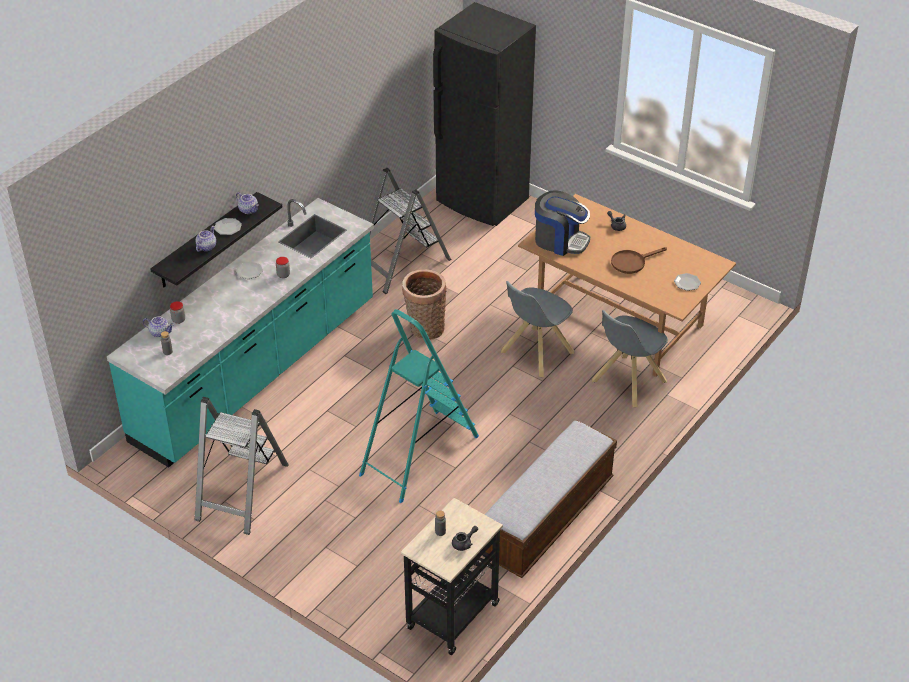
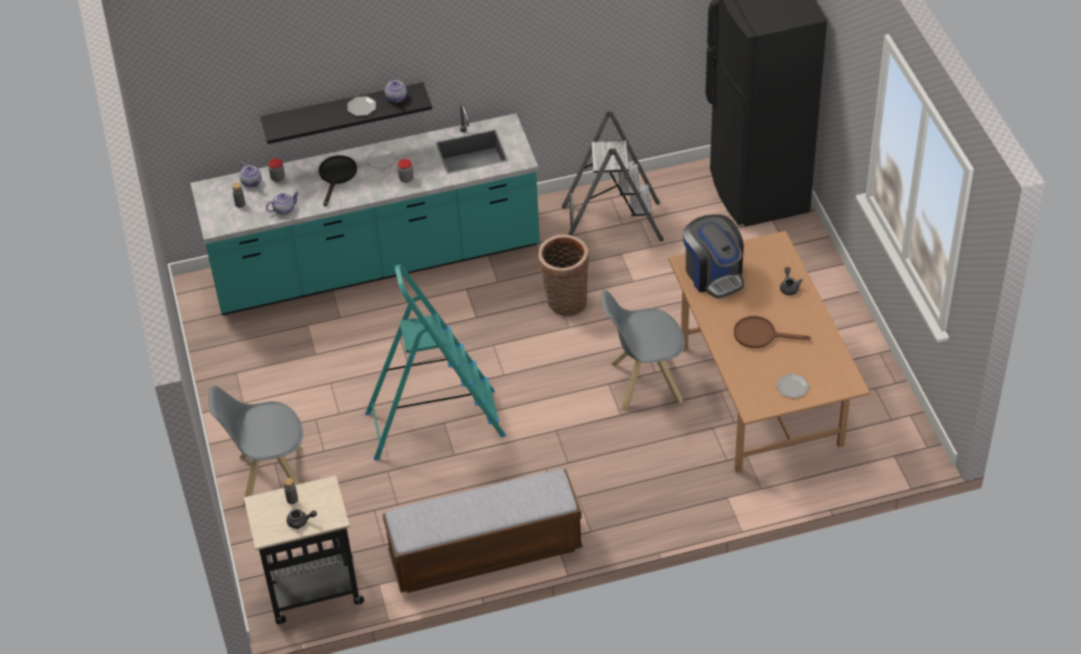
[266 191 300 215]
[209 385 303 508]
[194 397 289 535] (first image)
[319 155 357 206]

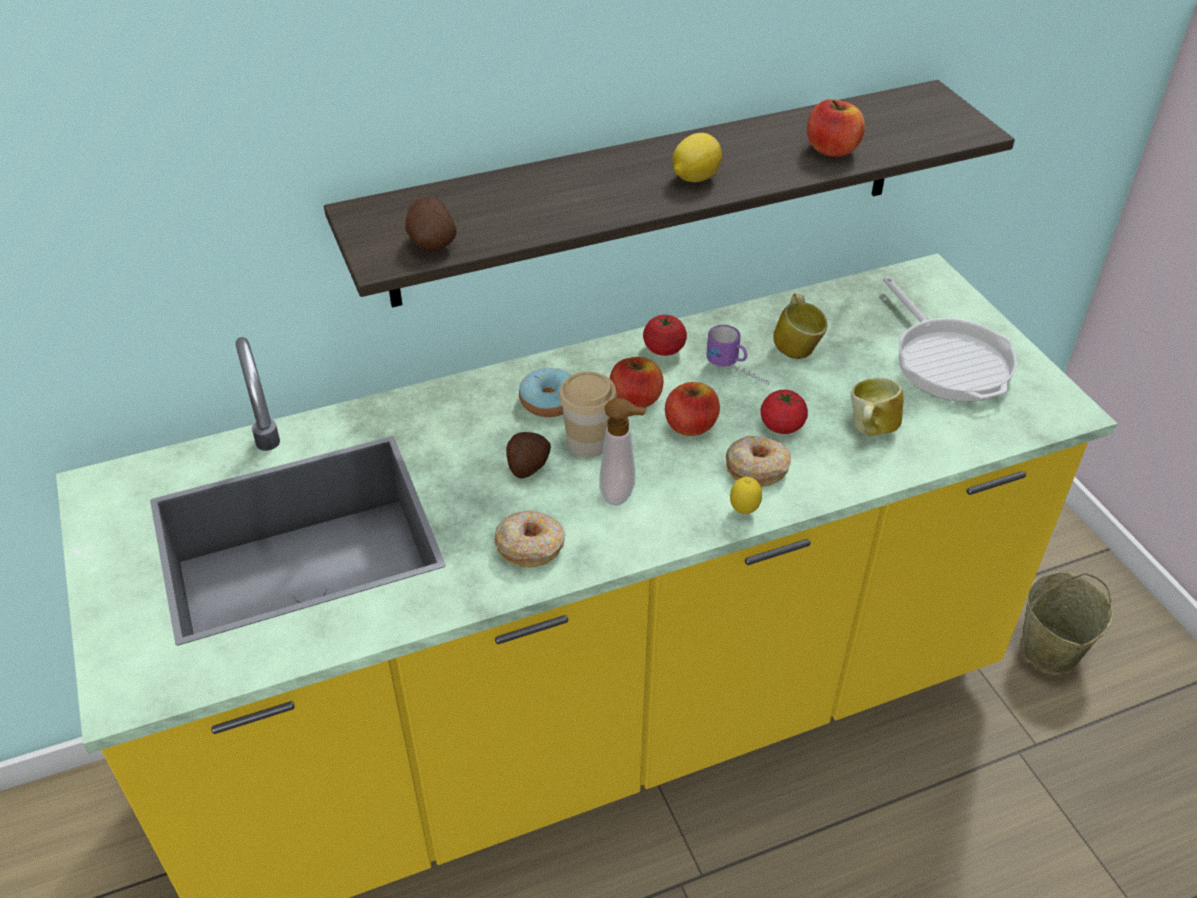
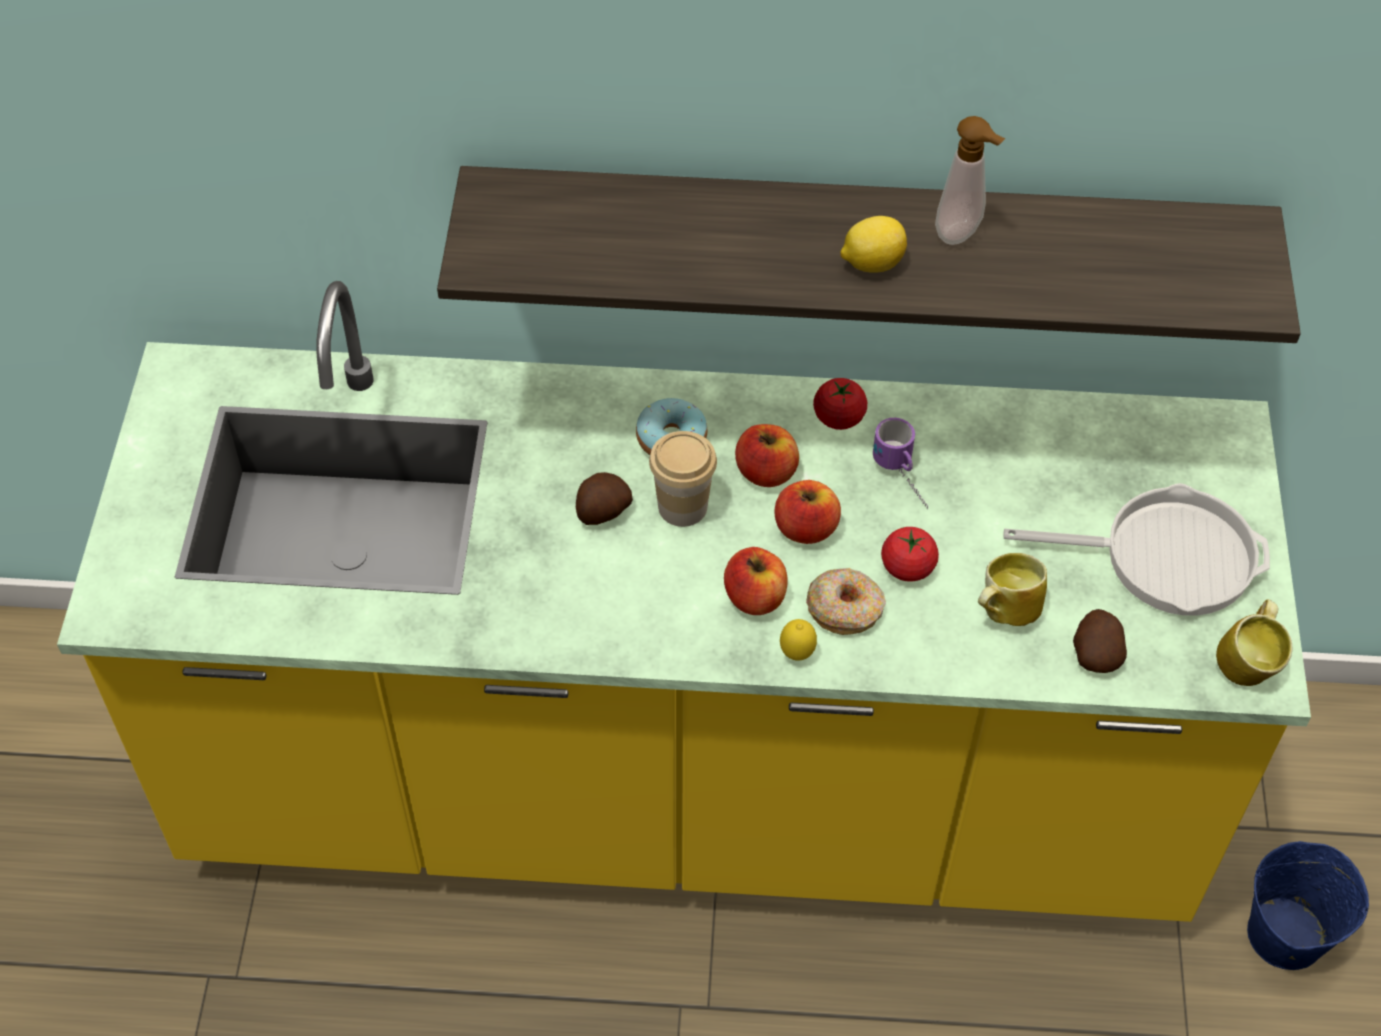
[724 547 787 615]
[1073 609 1127 673]
[1003 483 1270 616]
[1216 599 1292 686]
[935 116 1005 245]
[494 510 566 568] (first image)
[1247 841 1369 970]

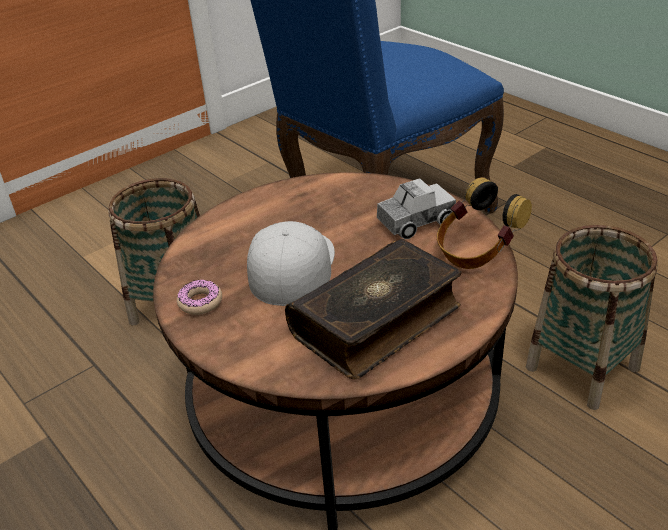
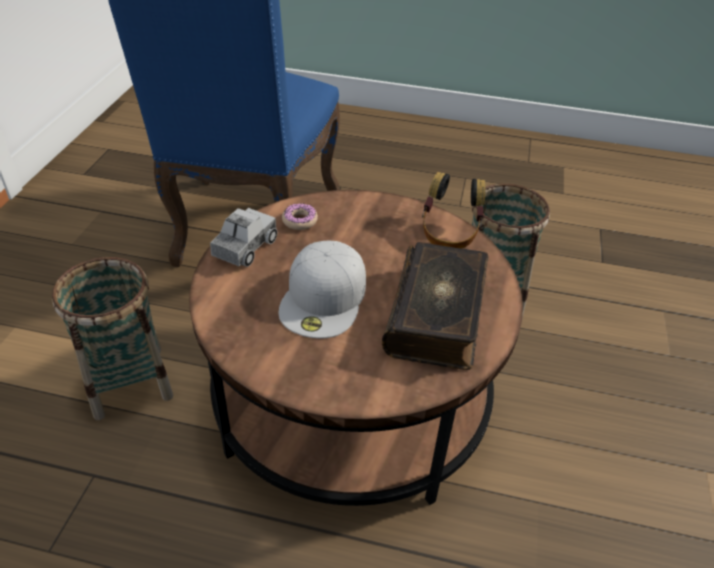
[210 208 277 267]
[279 240 366 338]
[282 203 318 230]

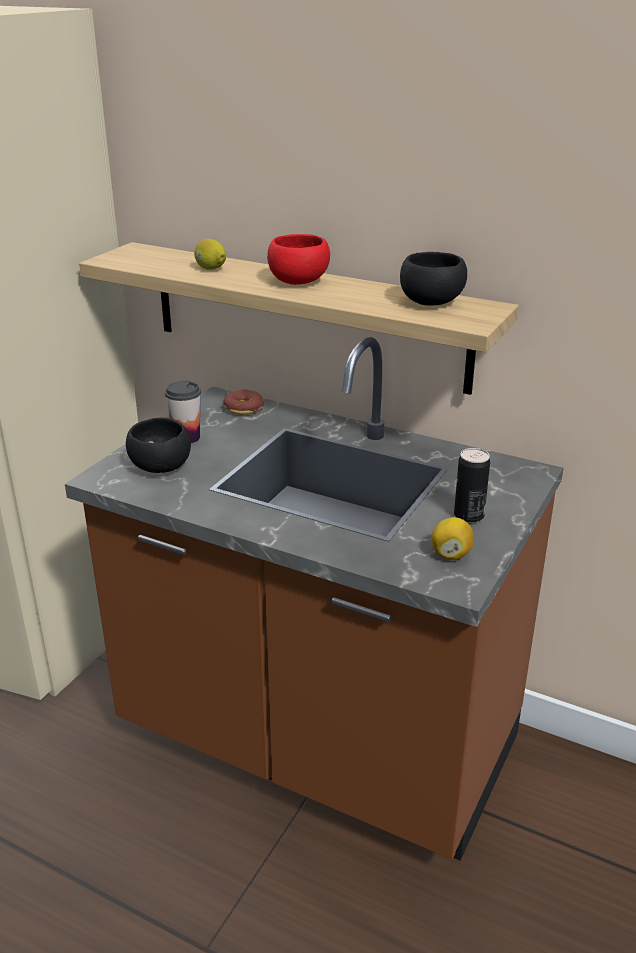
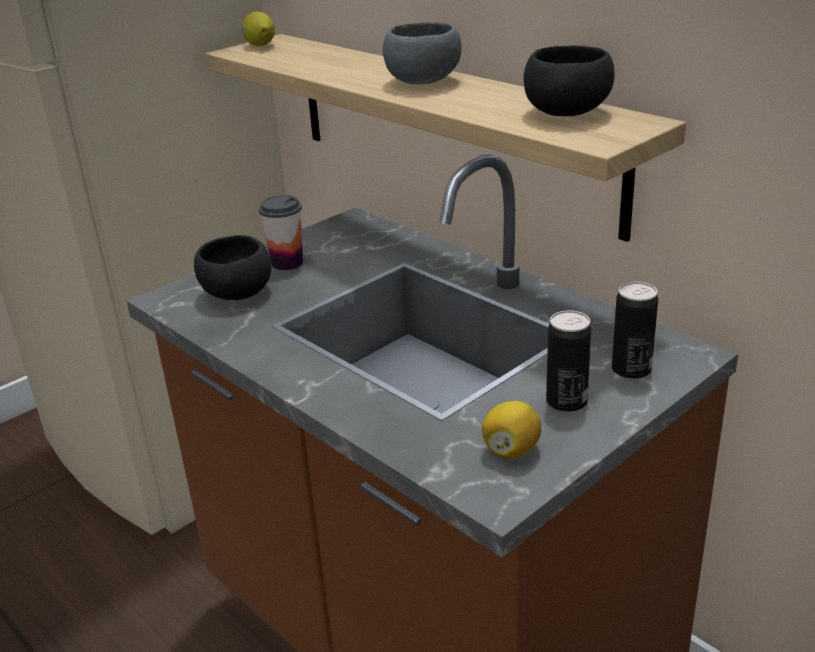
[383 22 462 85]
[242 12 275 46]
[224 389 264 415] (first image)
[612 282 658 379]

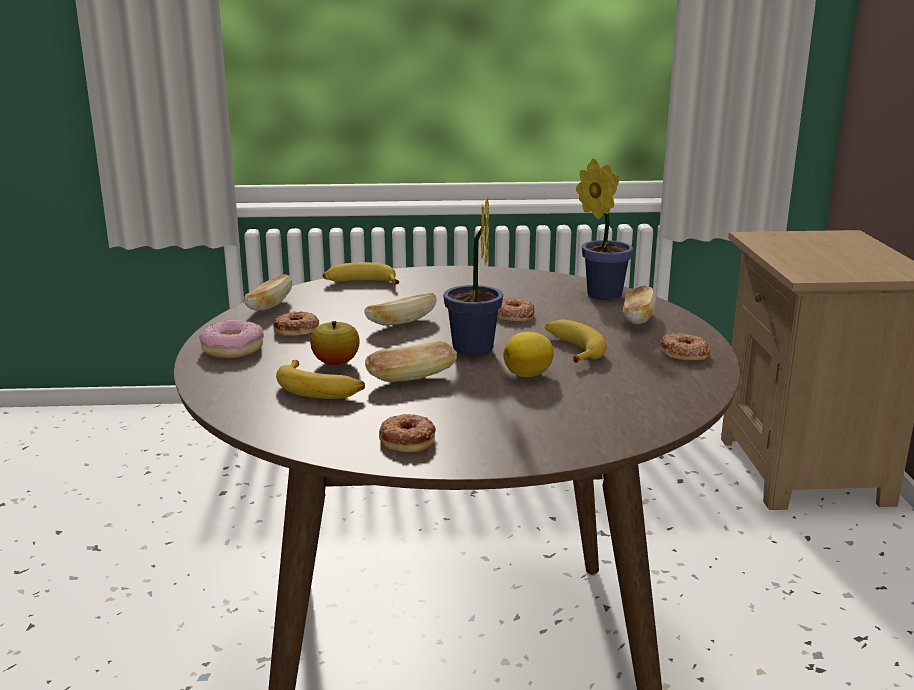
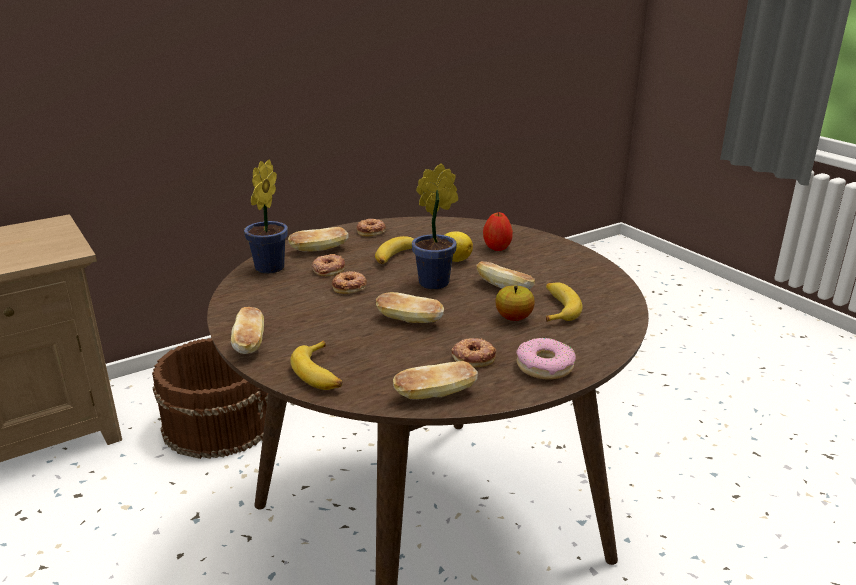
[312 254 345 276]
[483 212 513 251]
[231 307 264 354]
[152 338 268 459]

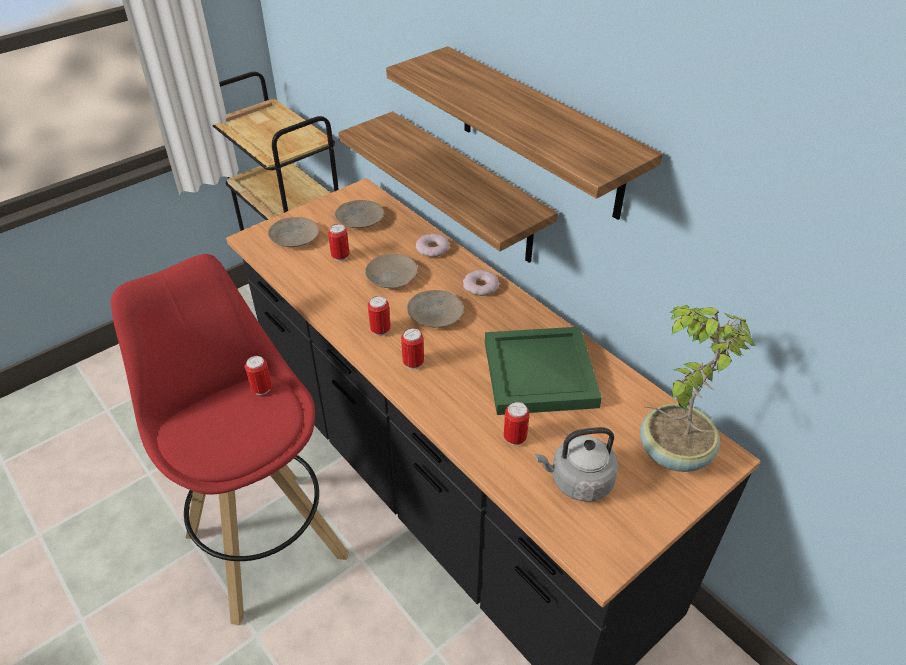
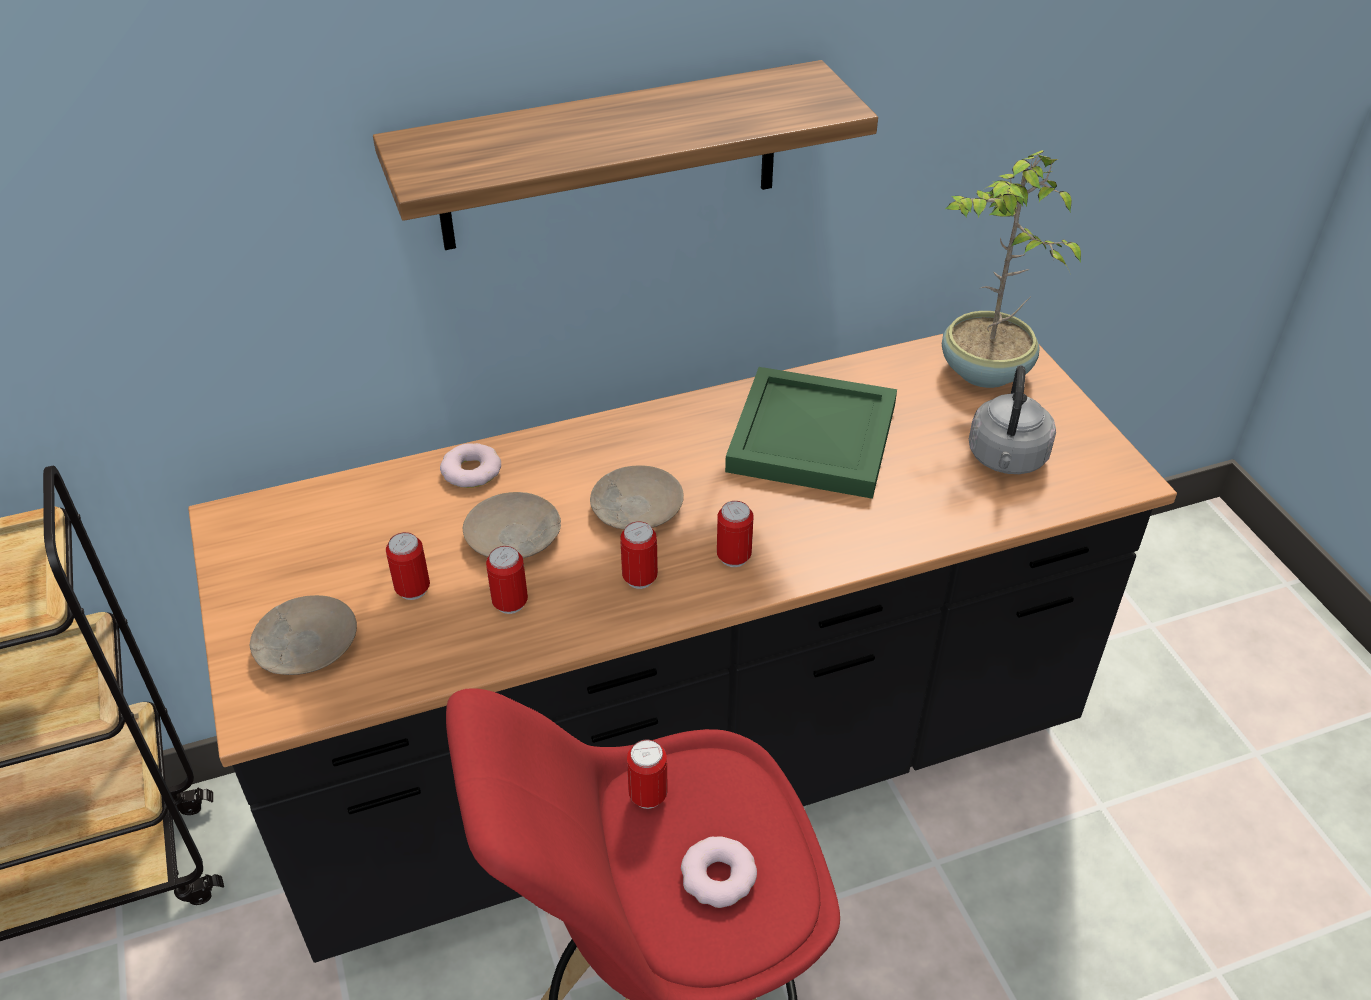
[338 111 558 263] (first image)
[335 200 384 228] (first image)
[681 836 757 908]
[486 546 528 614]

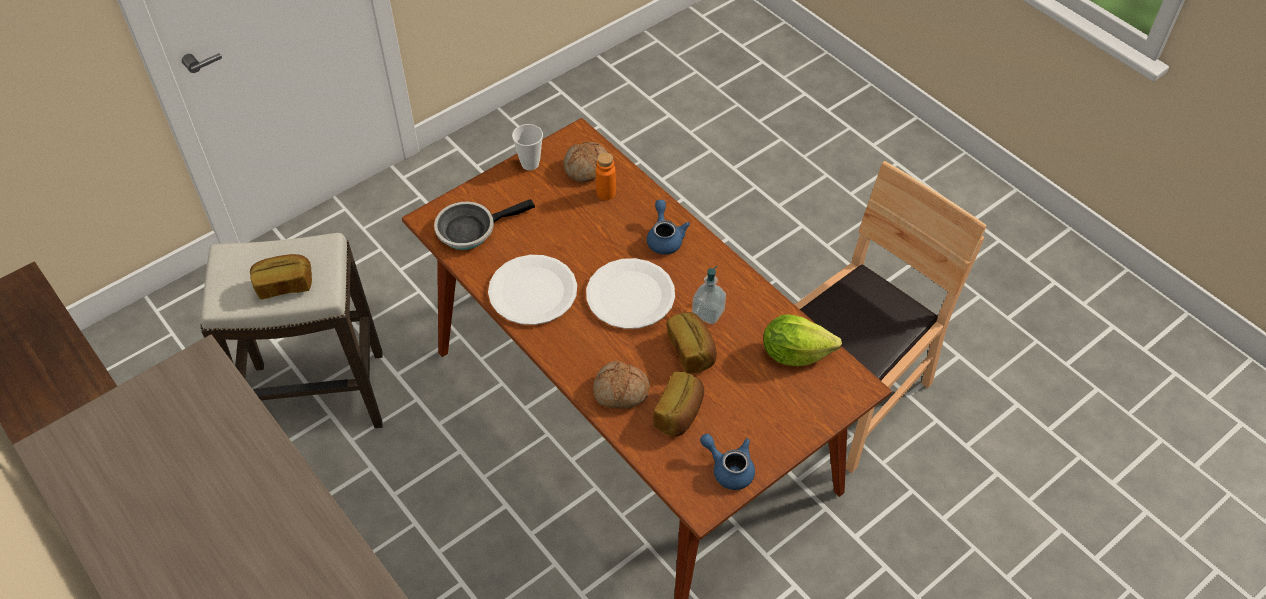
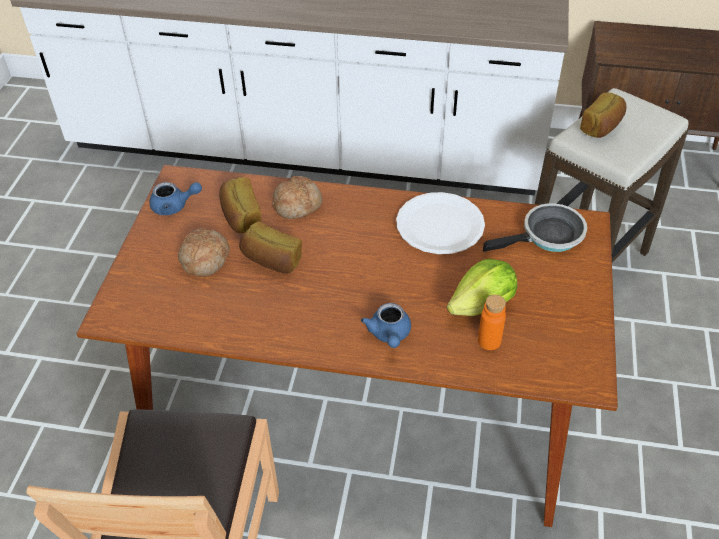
[512 124 543 170] (first image)
[178 228 230 277]
[483 203 587 252]
[361 303 411 348]
[586 258 675 329] (first image)
[692 266 726 324] (first image)
[447 259 517 316]

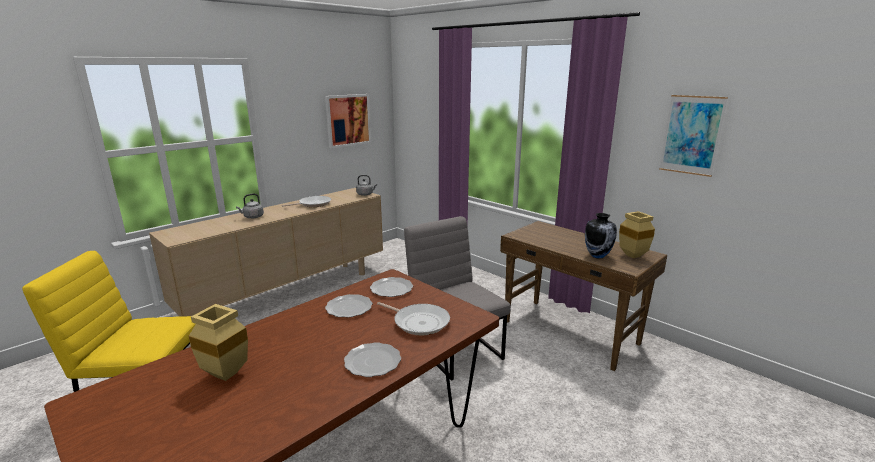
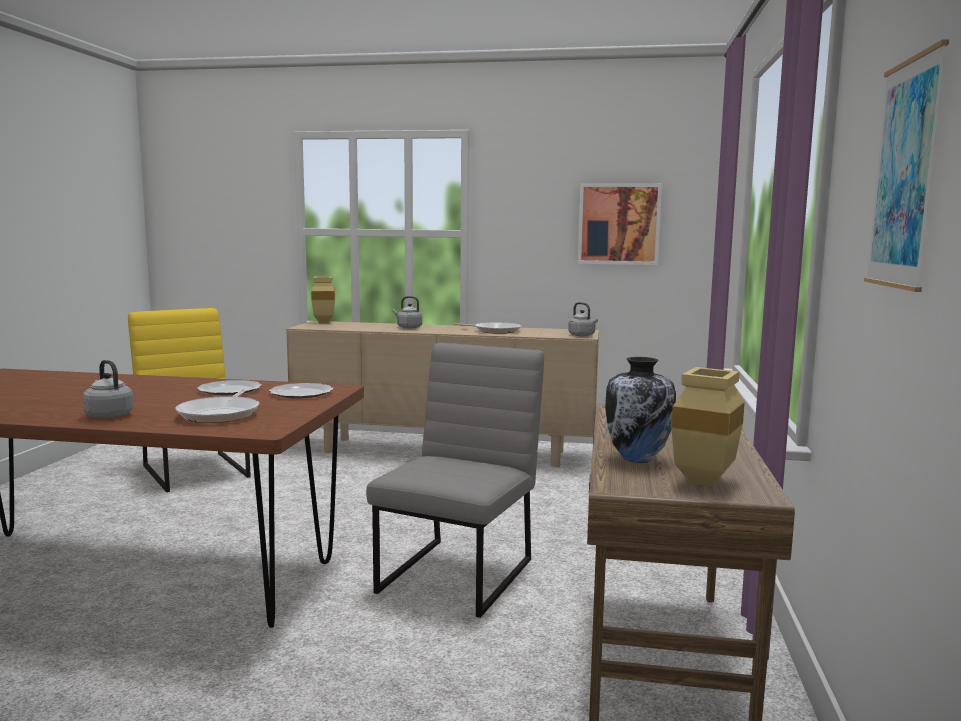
[311 276 335 323]
[83 360 134 418]

